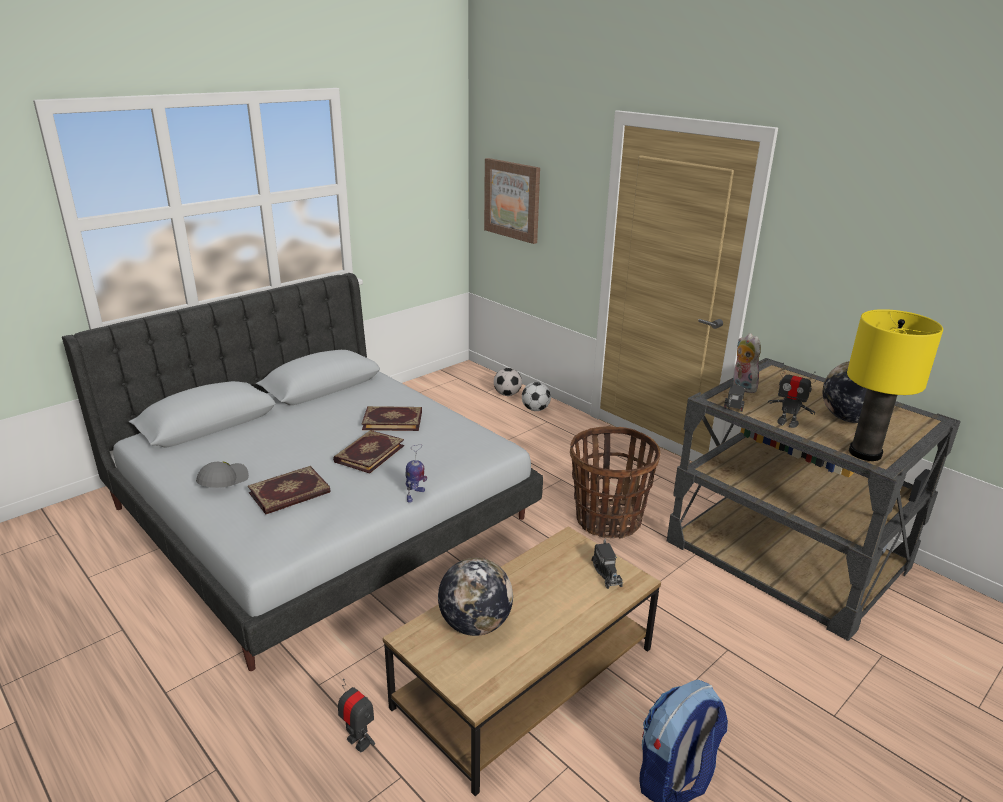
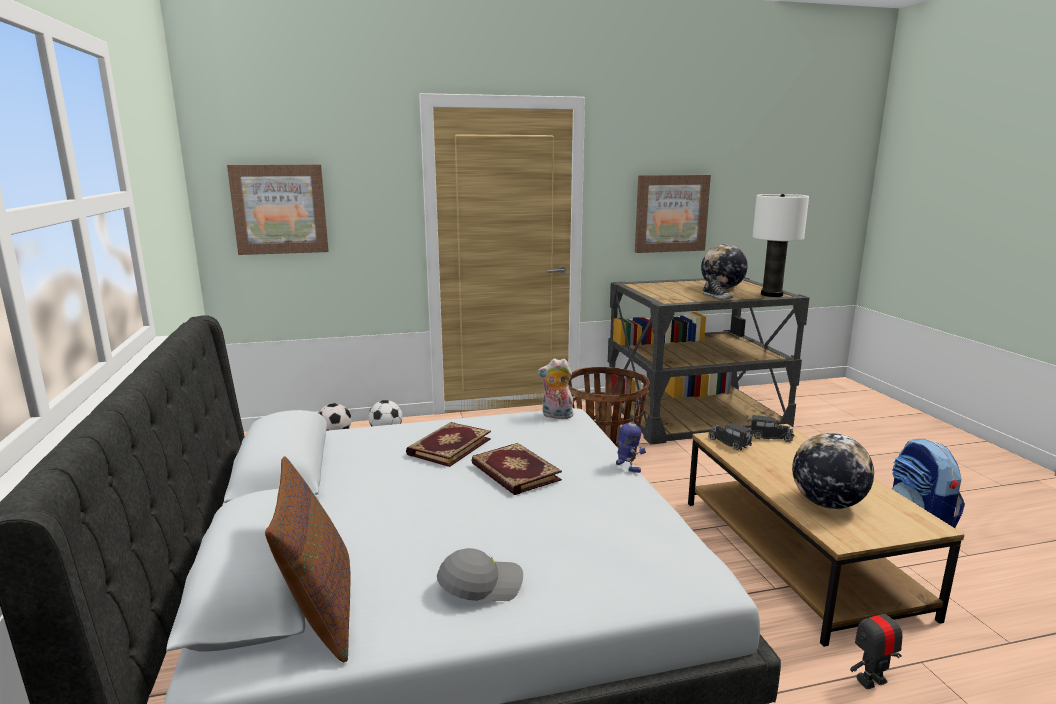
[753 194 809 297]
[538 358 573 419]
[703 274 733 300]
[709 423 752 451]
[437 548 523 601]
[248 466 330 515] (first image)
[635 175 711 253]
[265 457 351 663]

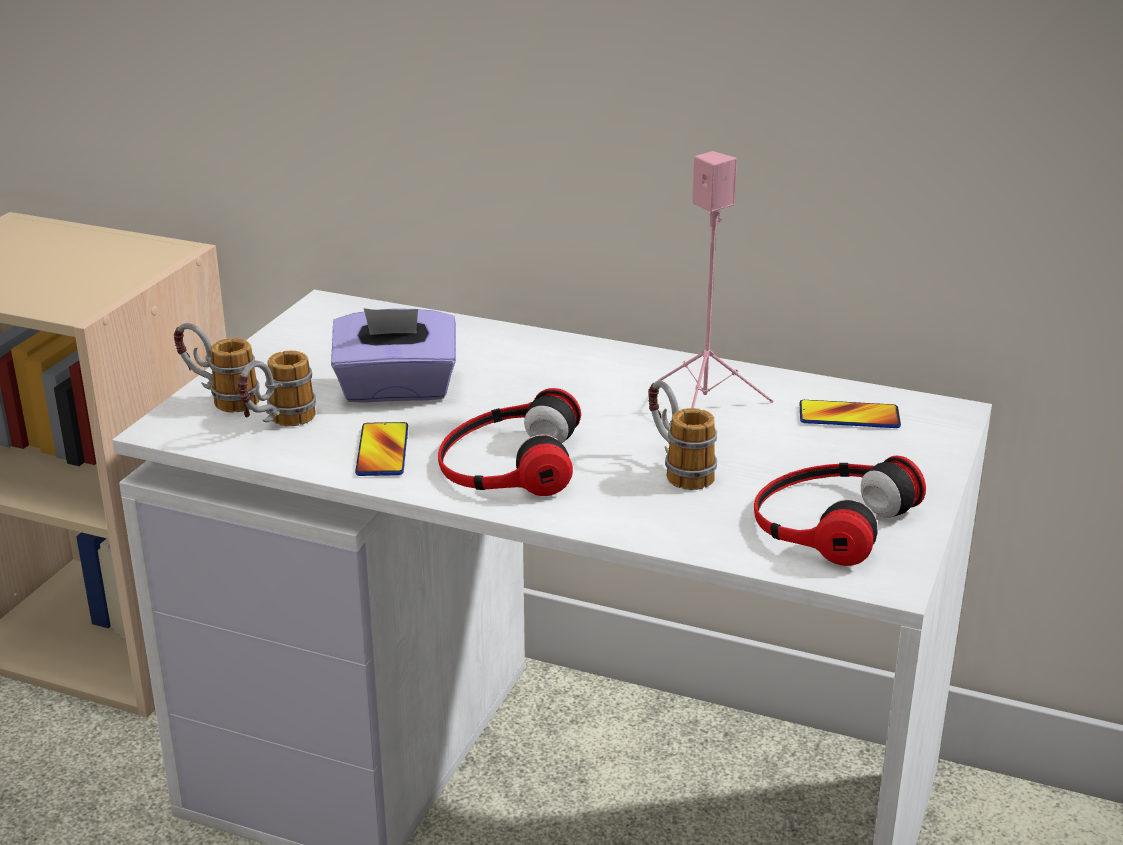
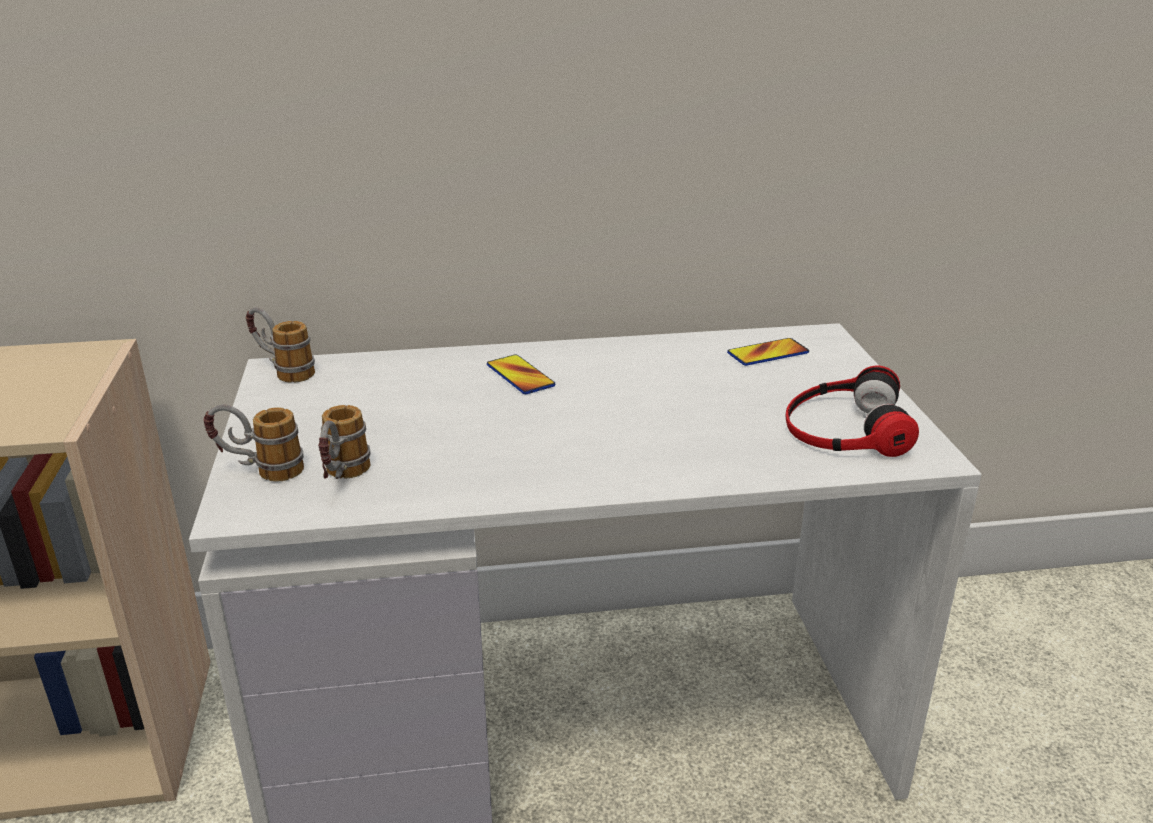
[656 151 773 408] (first image)
[331 308 456 403] (first image)
[246 307 315 383]
[438 388 581 496] (first image)
[487 355 555 394]

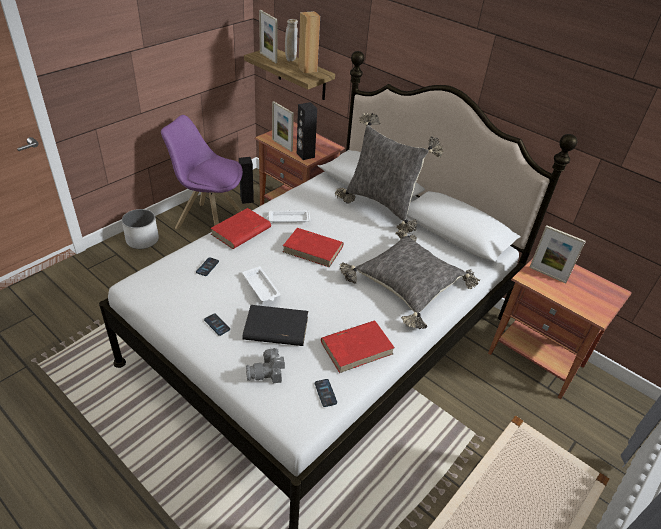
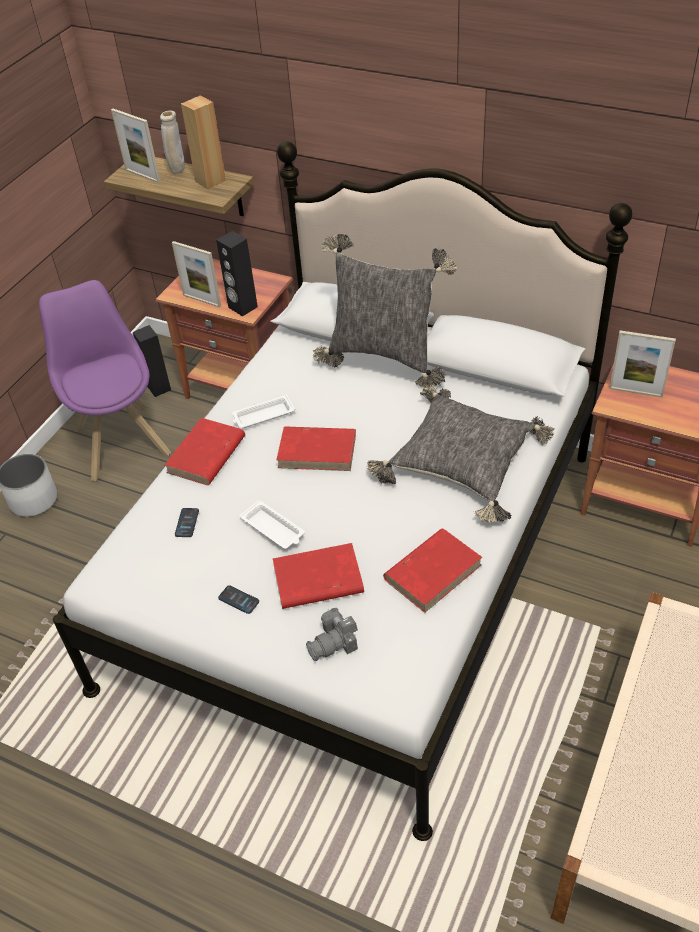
[39 280 171 482]
[273 543 364 609]
[315 379 337 407] (first image)

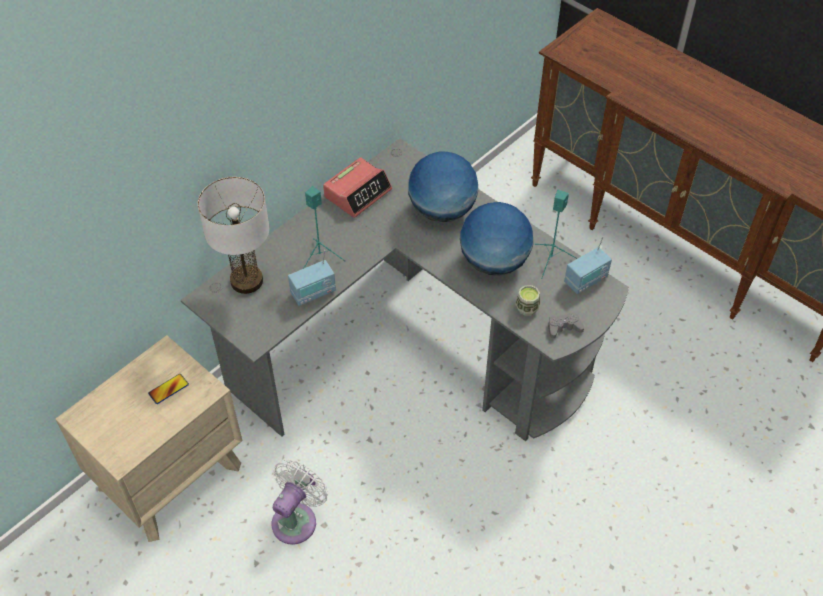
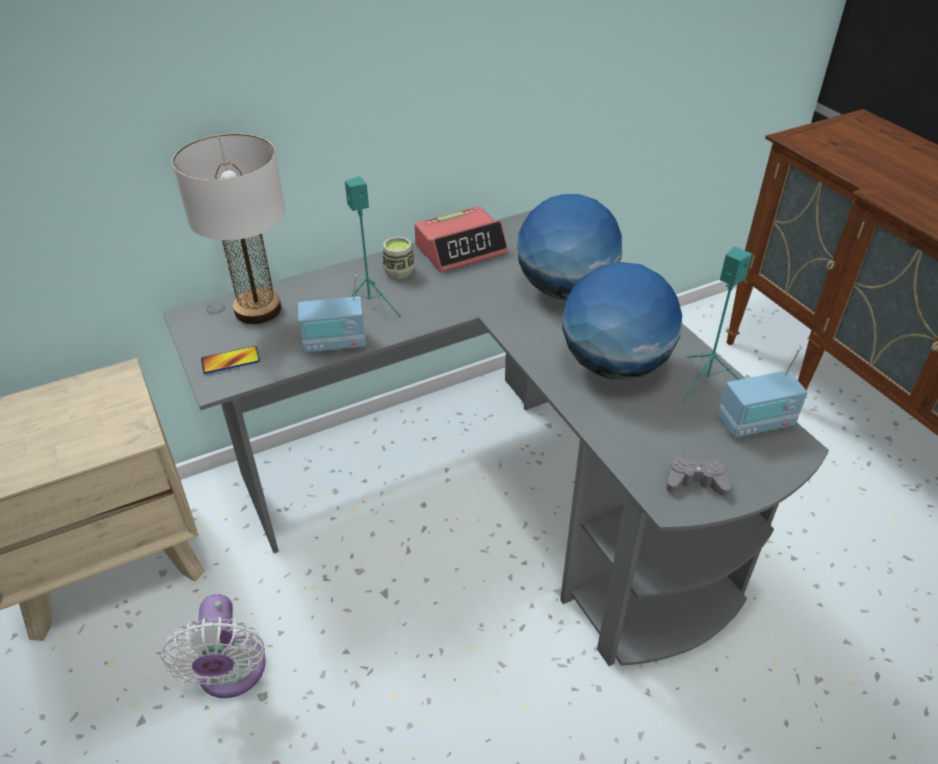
[383 237 414 279]
[201 346 260 374]
[161 594 266 698]

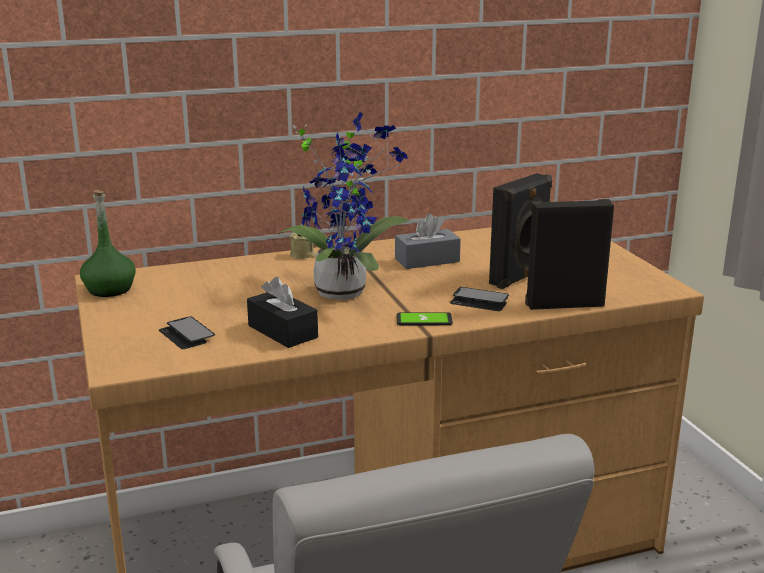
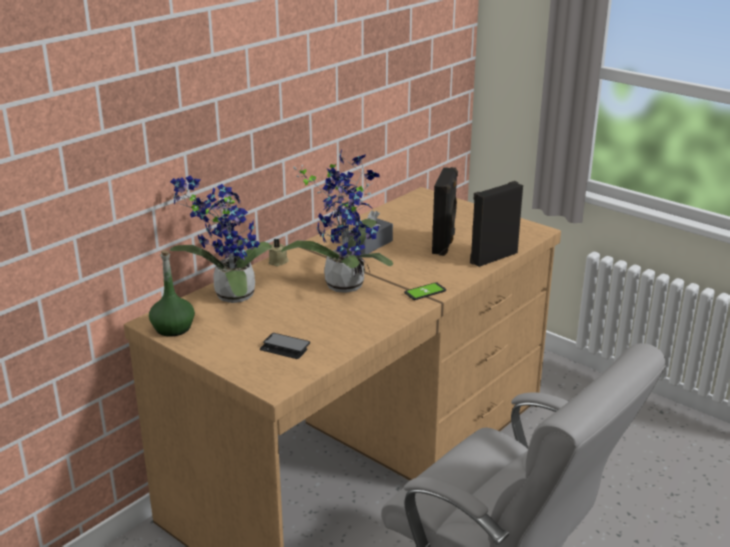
[247 277 318 348] (first image)
[450 287 509 311] (first image)
[170 175 272 303]

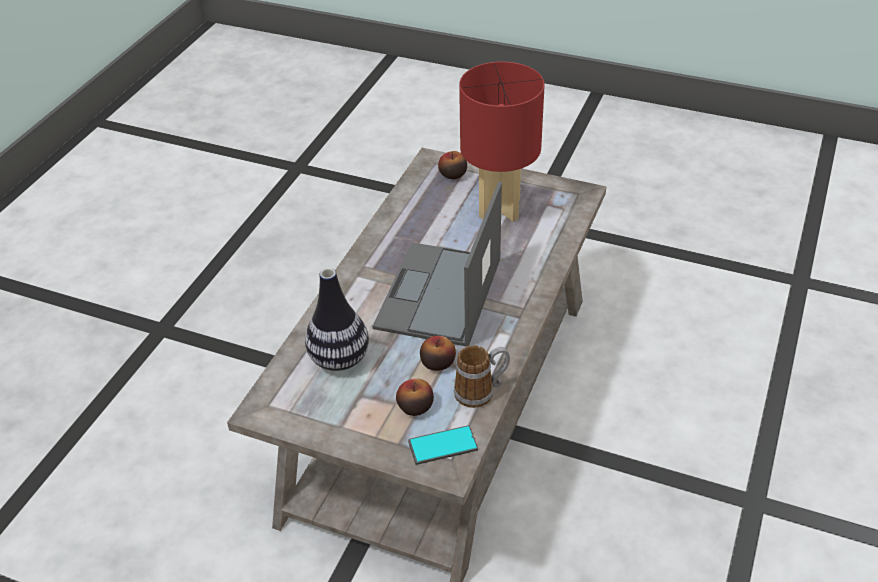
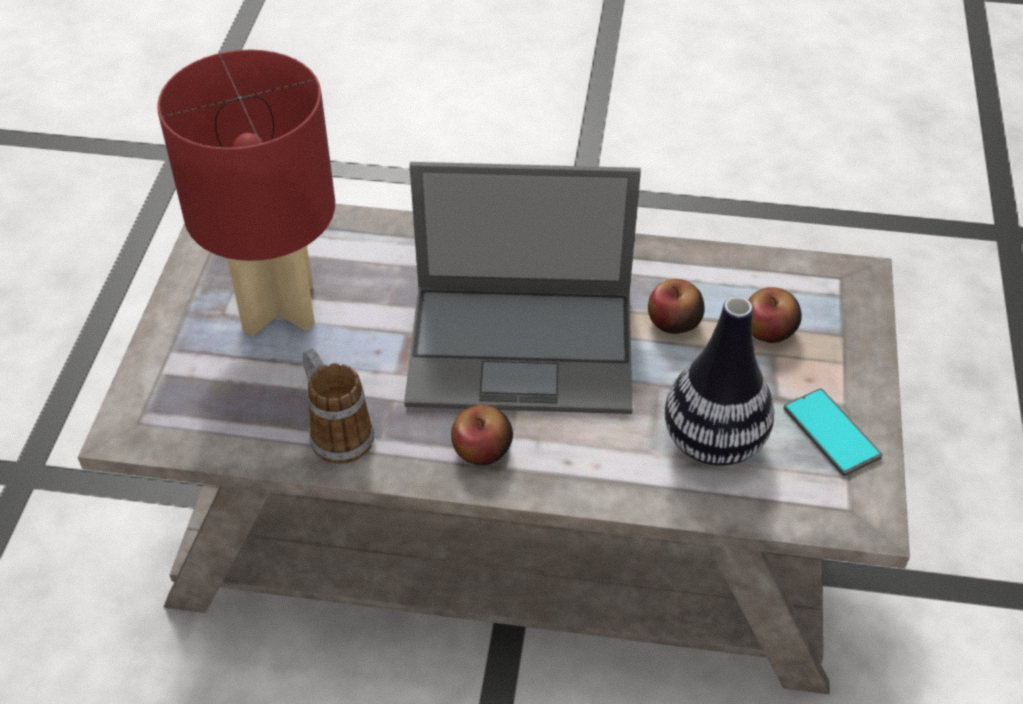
[451 404 513 465]
[302 349 374 464]
[784 388 883 476]

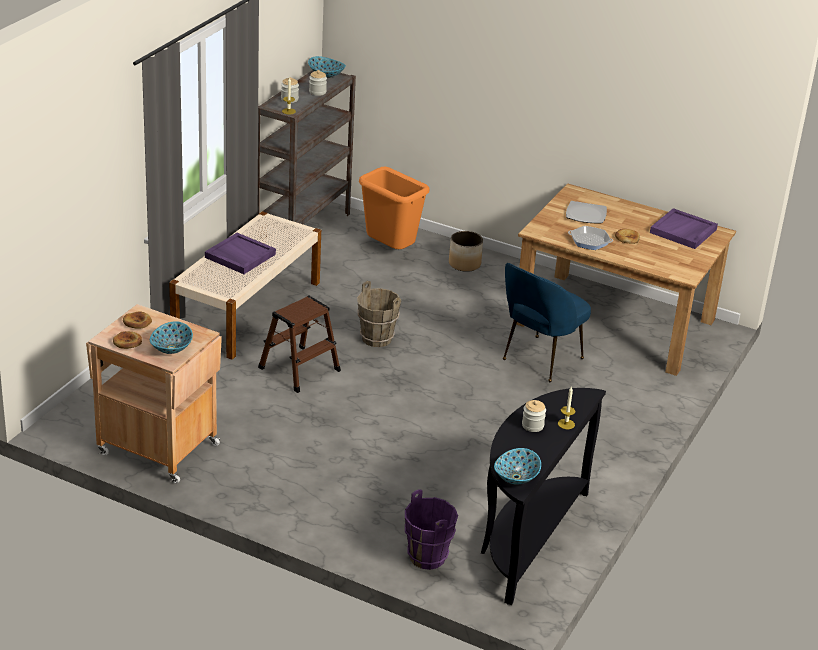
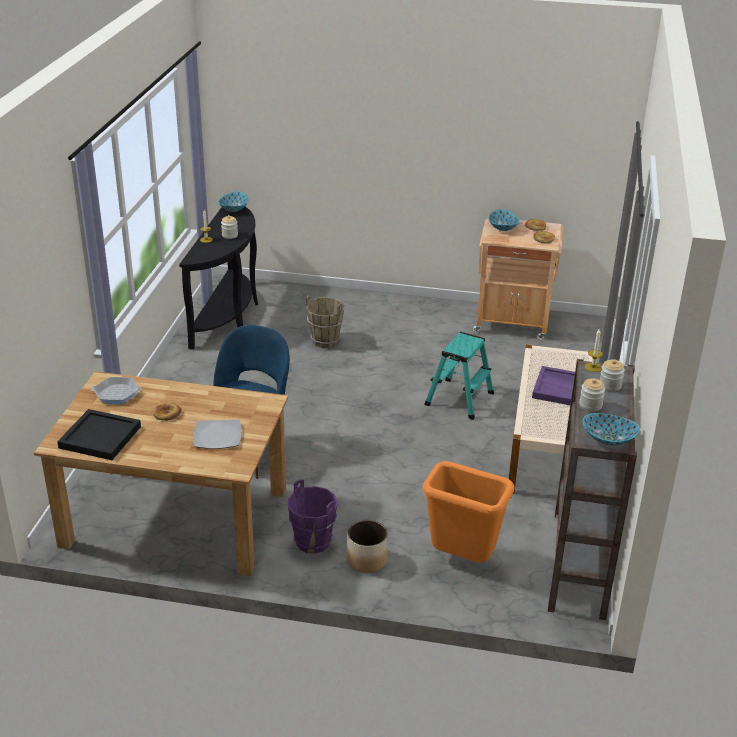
[57 409 141 460]
[91 377 142 404]
[306 294 345 348]
[424 332 494 420]
[288 479 338 554]

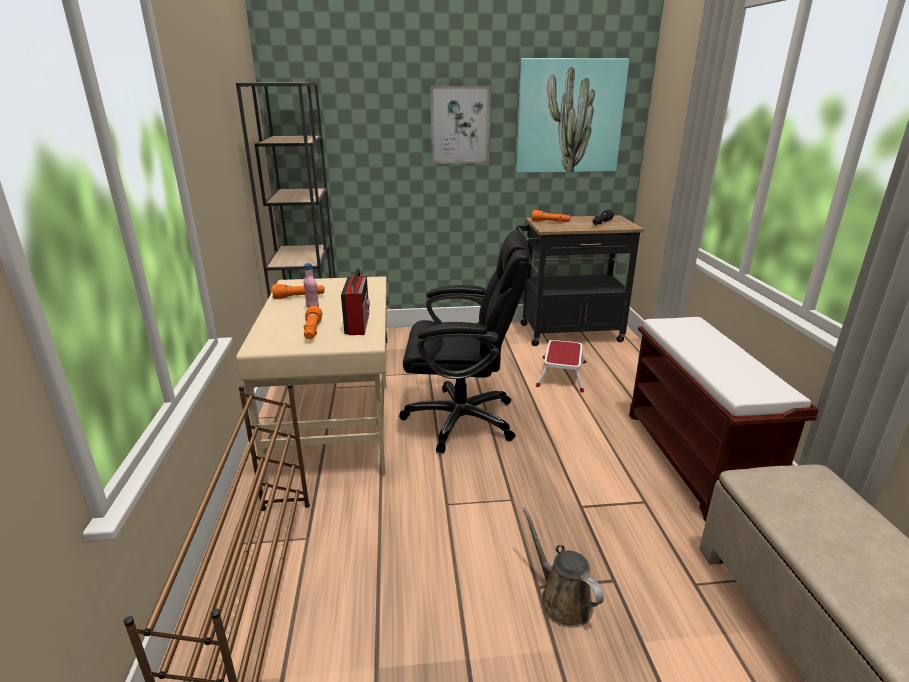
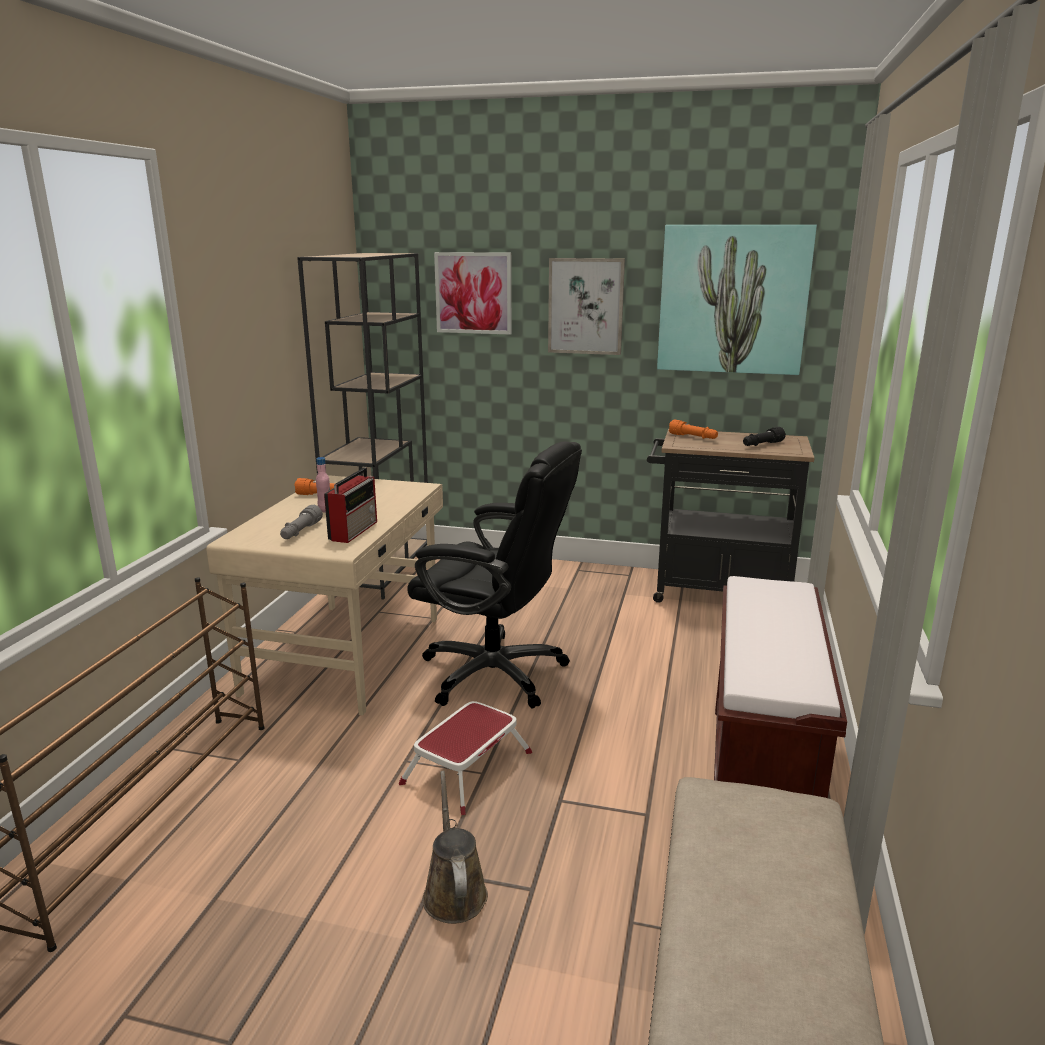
[280 505 323 539]
[399 701 532 815]
[434 252 512 335]

